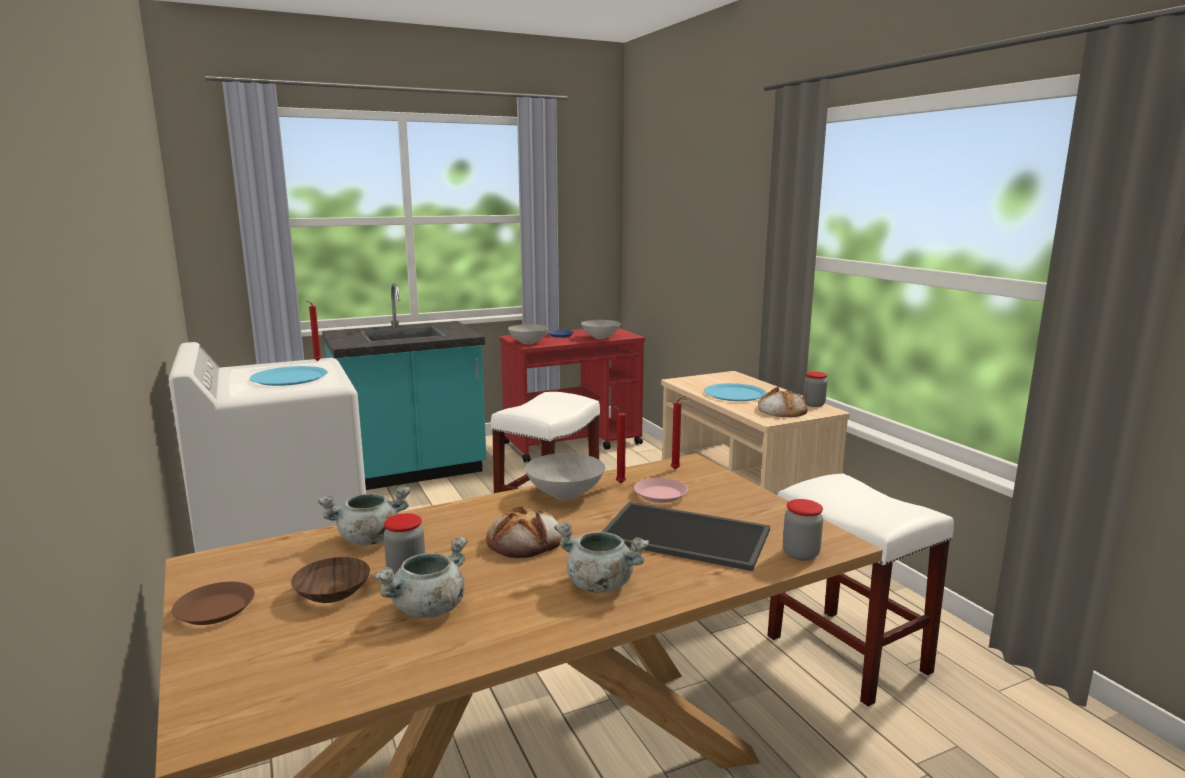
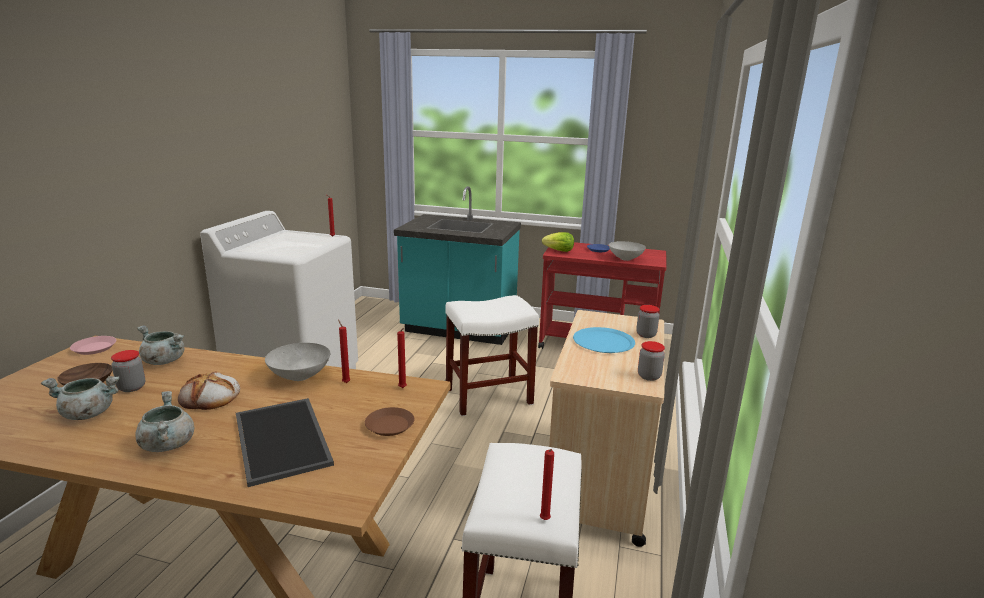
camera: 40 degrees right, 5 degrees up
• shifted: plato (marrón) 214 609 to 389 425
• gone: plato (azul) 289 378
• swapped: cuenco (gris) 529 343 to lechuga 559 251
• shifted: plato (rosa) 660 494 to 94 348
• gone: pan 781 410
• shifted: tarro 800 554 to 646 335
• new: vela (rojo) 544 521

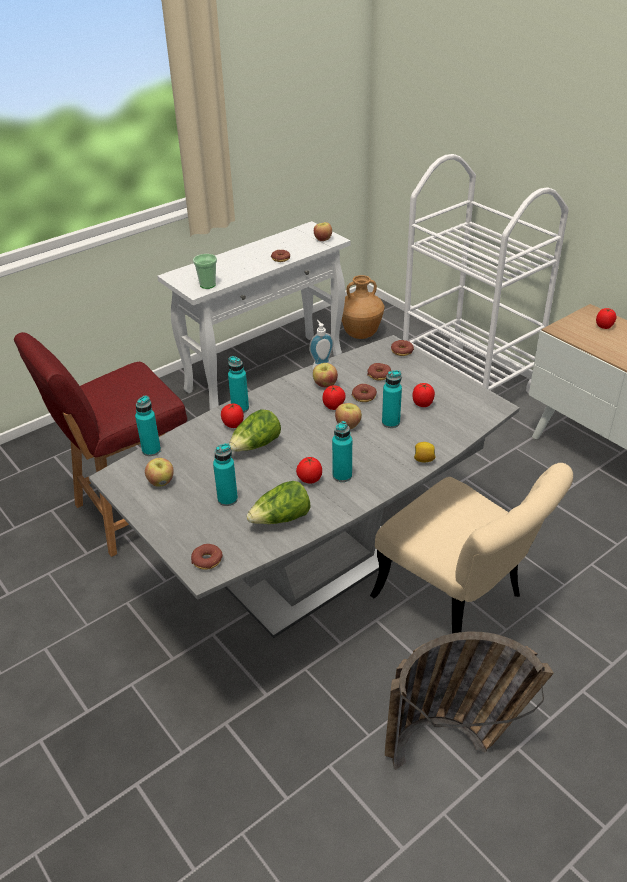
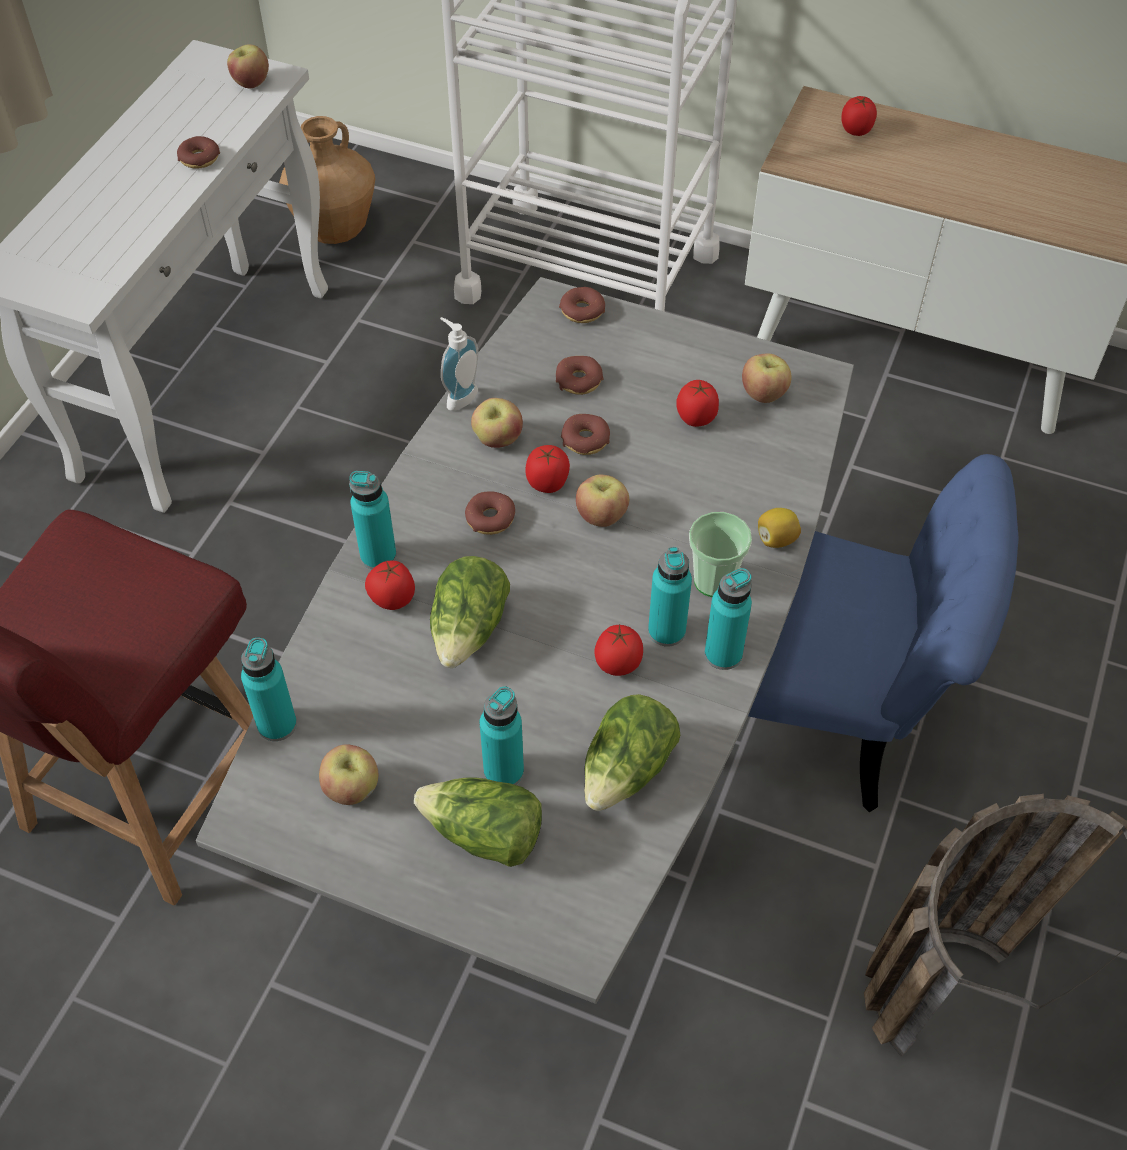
camera: 30 degrees left, 15 degrees up
• shifted: rosquilla 207 560 to 490 519
• shifted: taza 207 285 to 714 581
• repainted: silla (beis) 459 603 to silla (azul) 824 717
• shifted: botella (turquesa) 390 423 to 723 654
• new: lechuga 484 835
• new: manzana 764 393

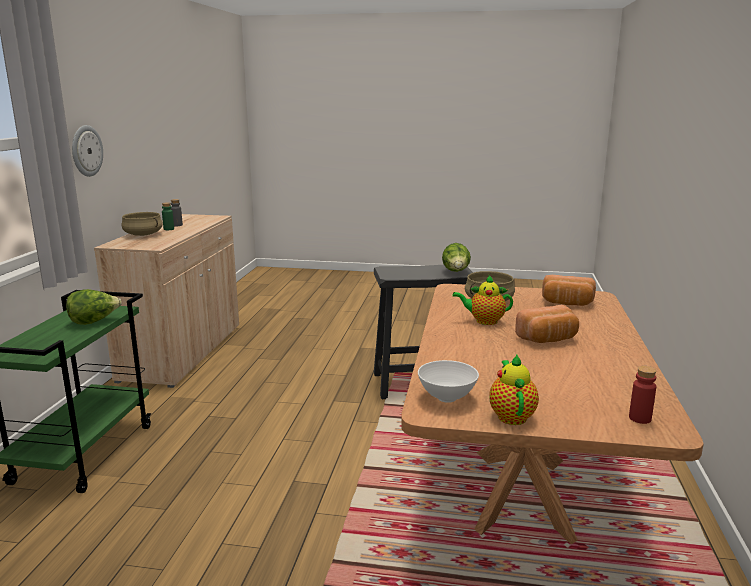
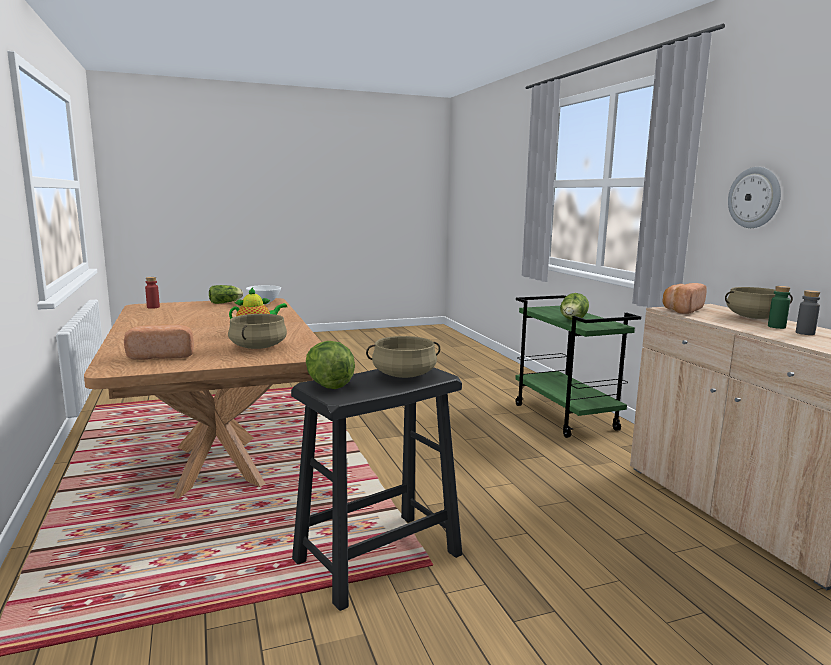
camera: 150 degrees right, 5 degrees down
• swapped: tetera 511 415 to lechuga 226 302
• shifted: pan 548 339 to 681 310
• new: olla (beis) 404 375

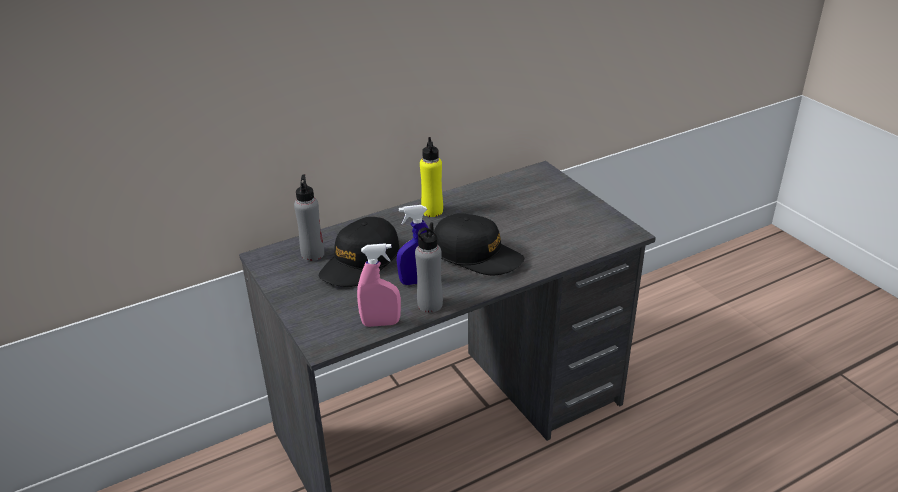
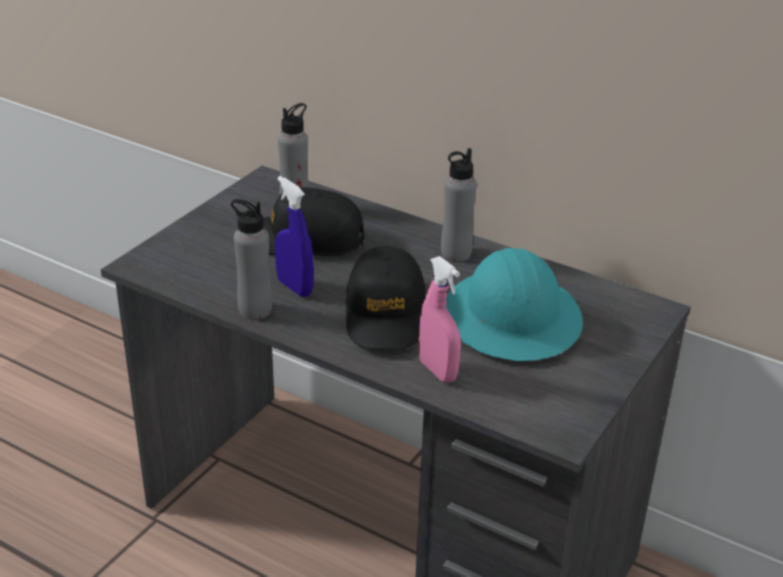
camera: 60 degrees right, 0 degrees up
• shifted: pulverizador (rosa) 381 323 to 438 371
• repainted: botella (amarillo) 432 211 to botella (gris) 455 253
• new: casco (turquesa) 512 318

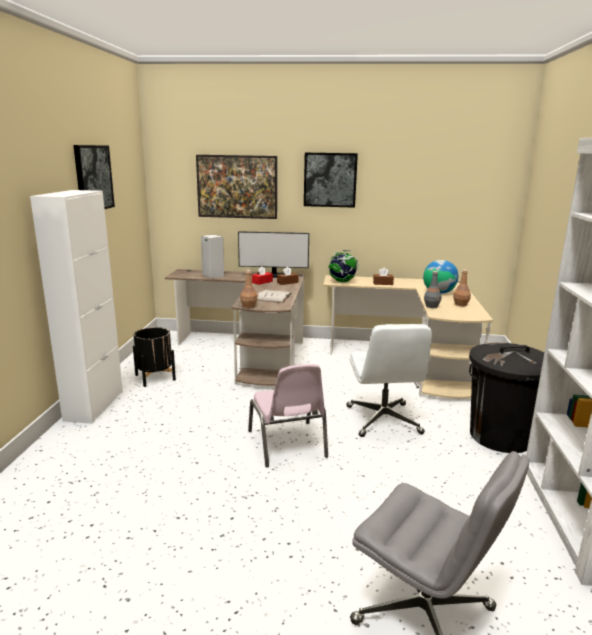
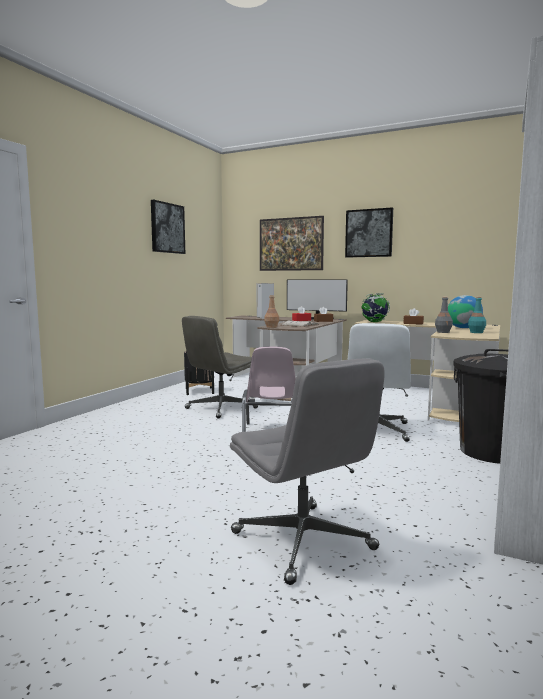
camera: 20 degrees right, 10 degrees down
• gone: armario (blanco) 94 405
• repainted: botella (marrón) 460 304 to botella (turquesa) 476 332
• new: silla de oficina (gris) 220 408

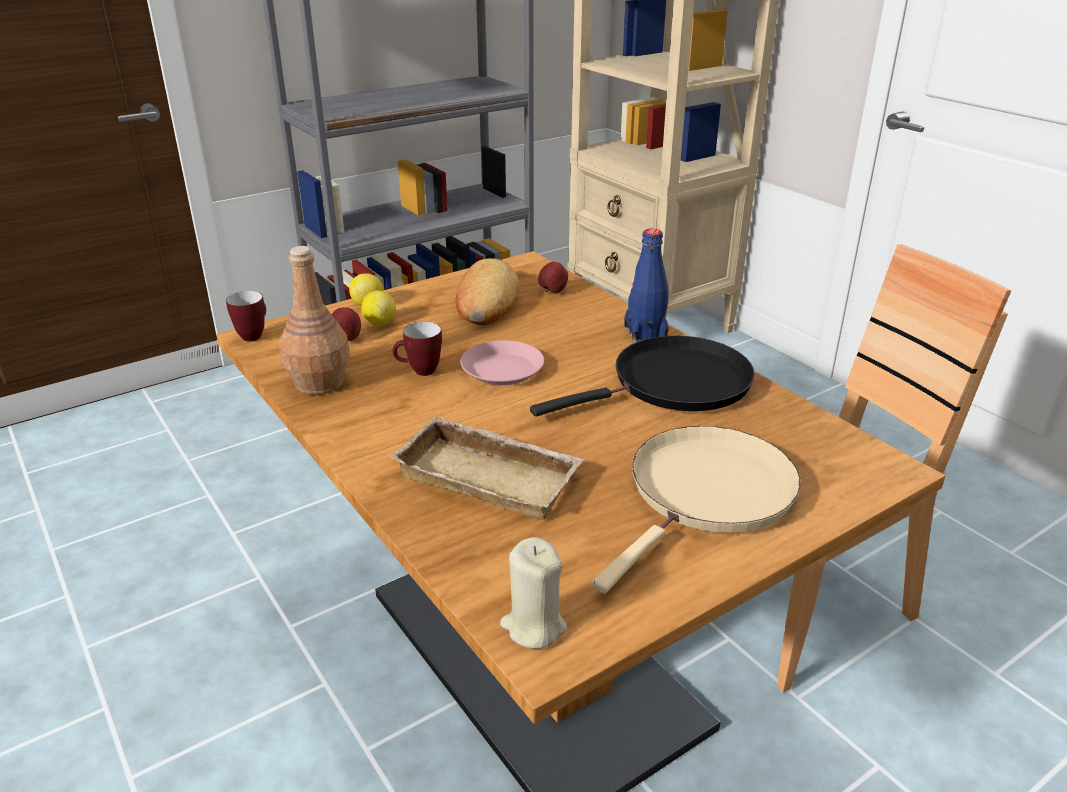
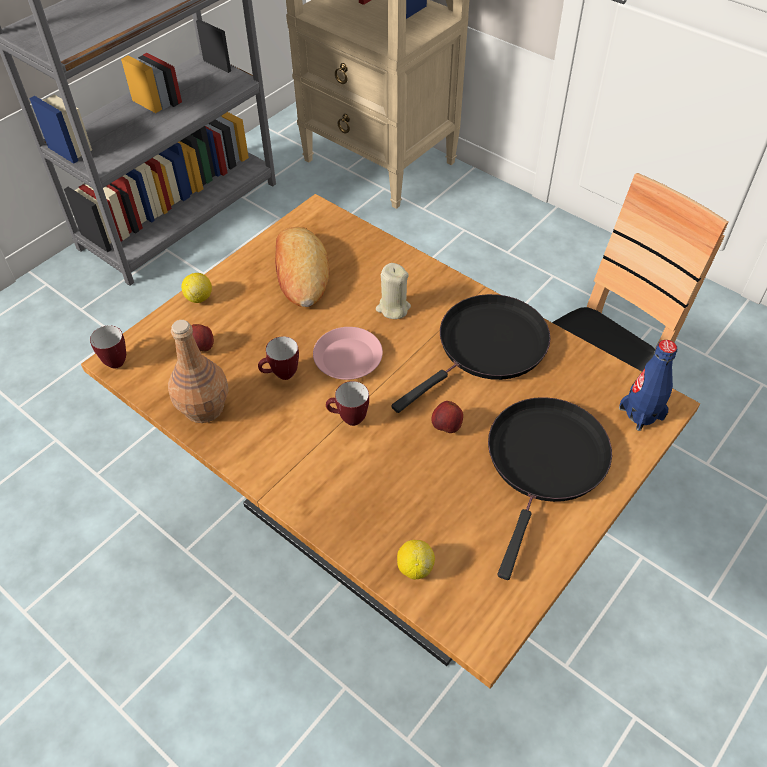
camera: 15 degrees left, 20 degrees up
• shifted: limón 379 322 to 415 567
• gone: bandeja (beis) 492 475
• shifted: vela (beis) 533 626 to 393 308
• shifted: manzana 553 291 to 446 427
• repainted: sartén (beis) 707 494 to sartén (negro) 545 462
• shifted: botella (azul) 645 333 to 641 413
• new: taza grande 348 419

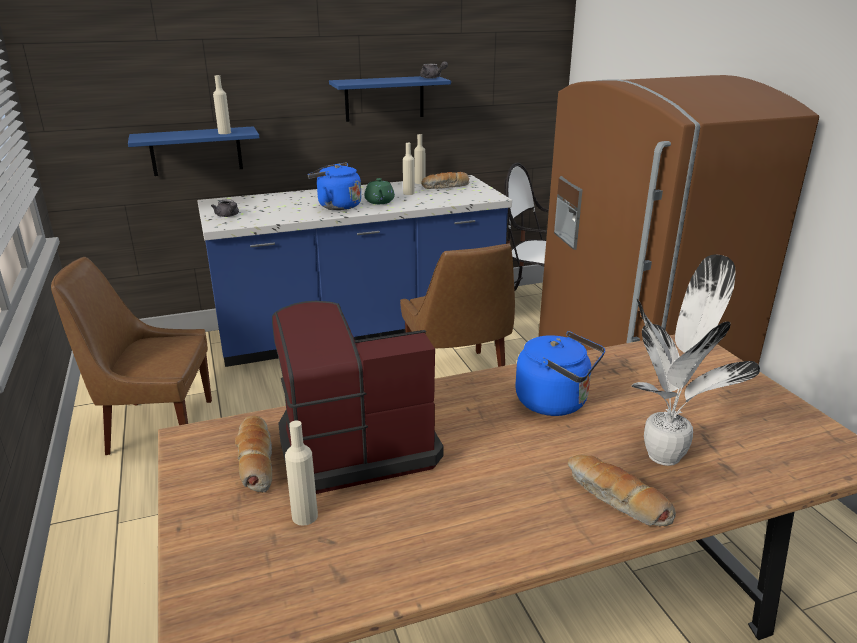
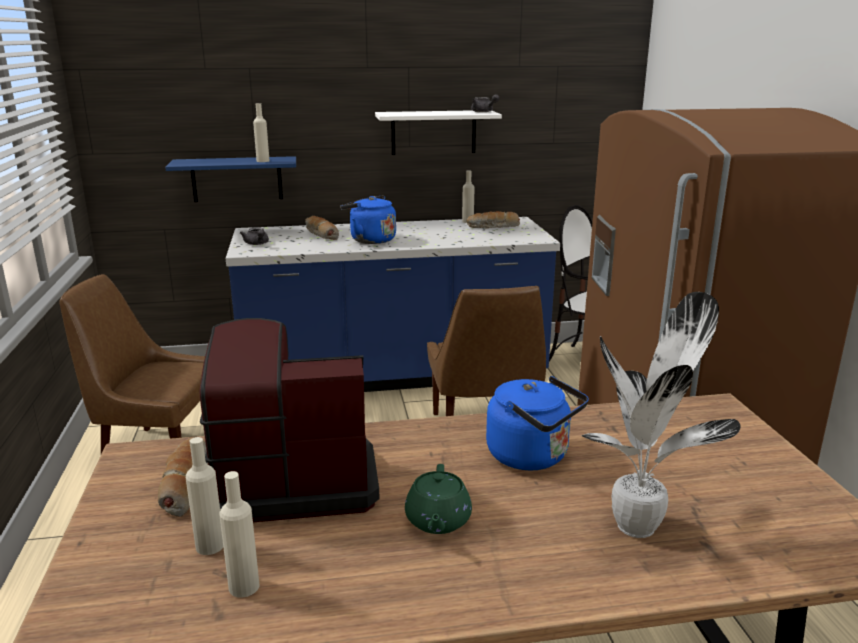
camera: 10 degrees right, 5 degrees down
• repainted: estante (azul) 384 98 to estante (blanco) 433 132
• shifted: tetera (verde) 379 202 to 438 521
• shifted: botella (beis) 408 193 to 244 586
• shifted: pan 616 499 to 320 234

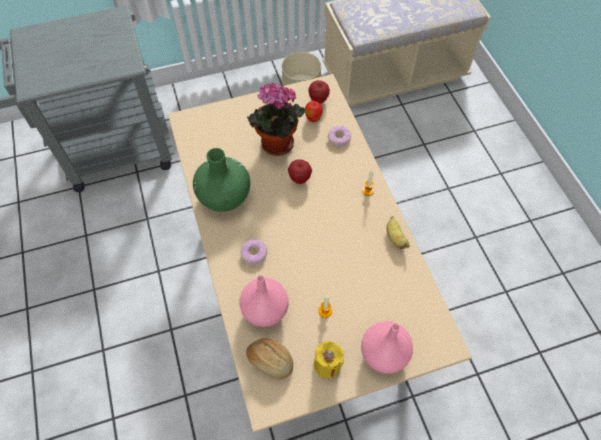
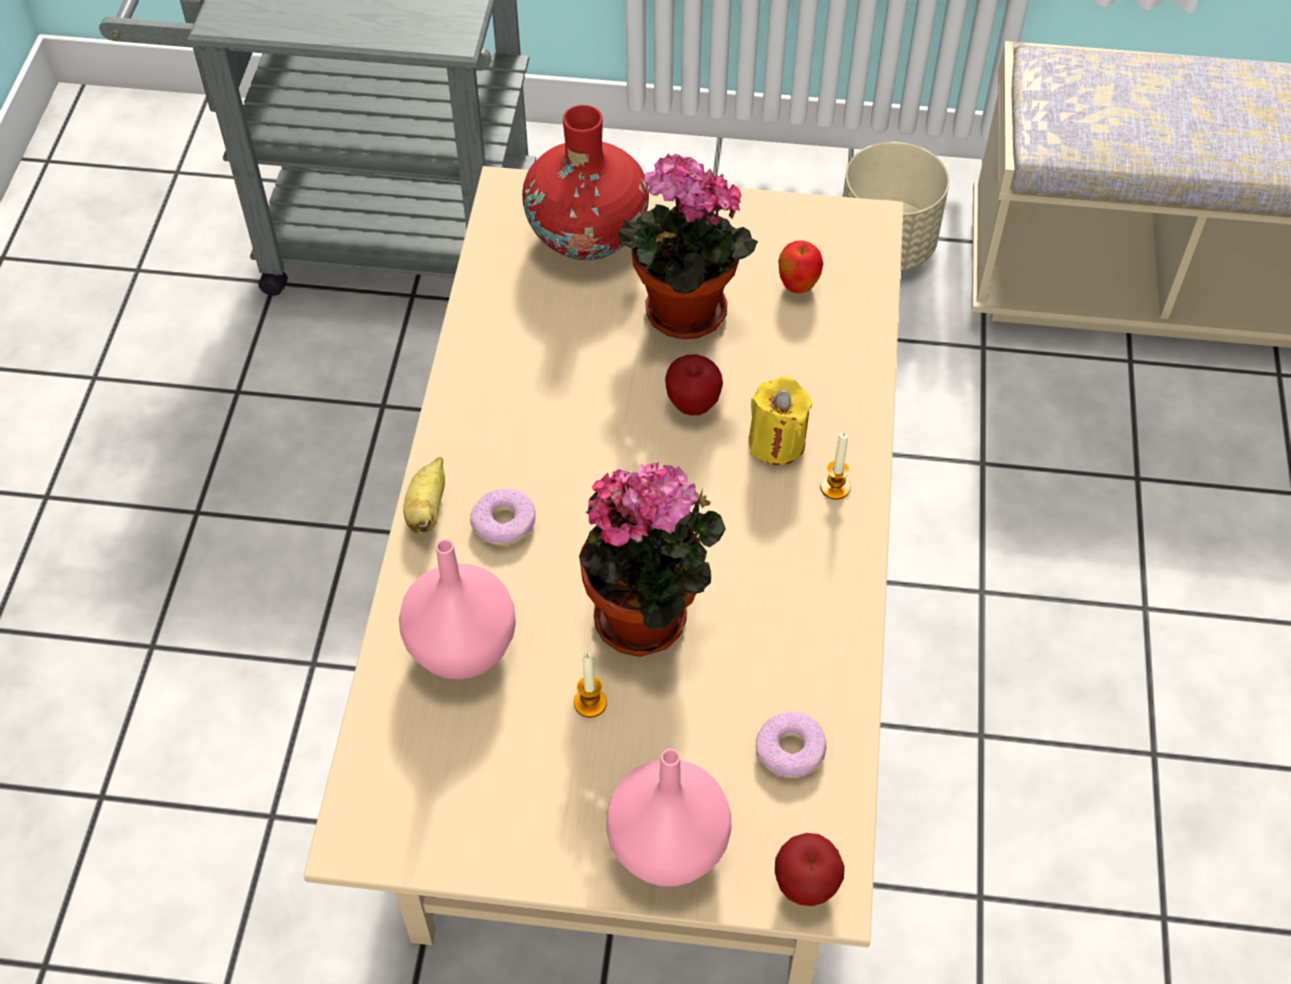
camera: 25 degrees right, 5 degrees down
• gone: florero (verde) 224 197
• gone: pan 270 360
• shifted: manzana 318 100 to 805 886
• shifted: vela (amarillo) 327 364 to 776 443
• shifted: rosquilla 339 138 to 790 751
• shifted: plátano 395 238 to 427 509
• new: florero (rojo) 587 235
• new: planta en maceta 649 618

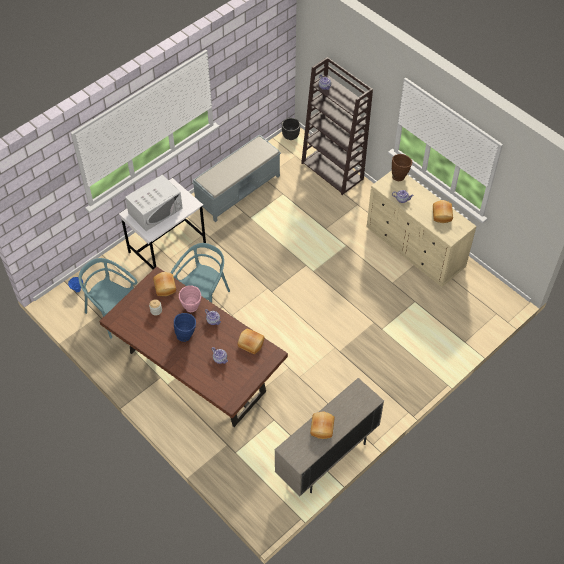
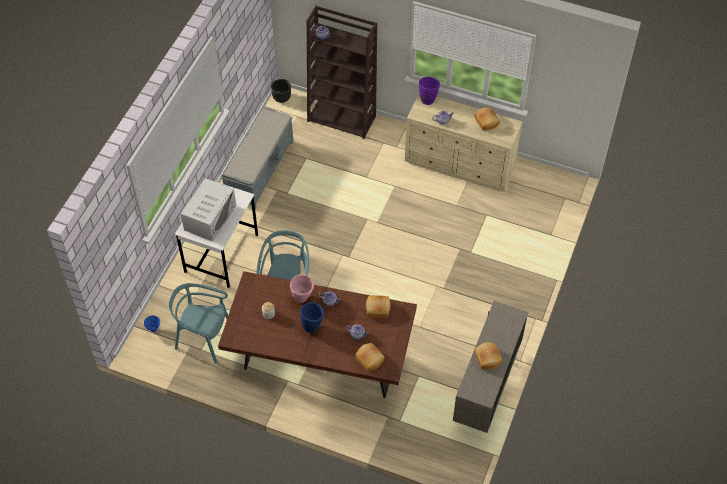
camera: 25 degrees left, 0 degrees up
• shifted: pan 165 287 to 370 359
• repainted: florero (marrón) 399 176 to florero (morado) 428 99

